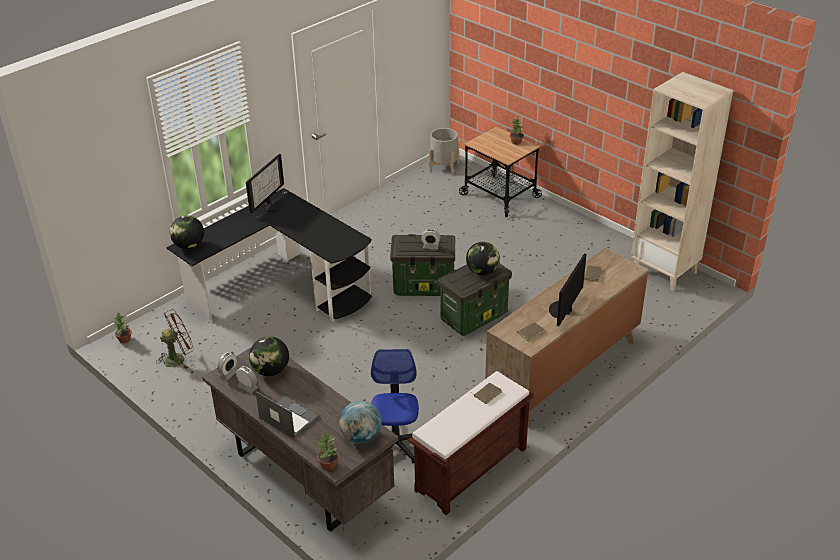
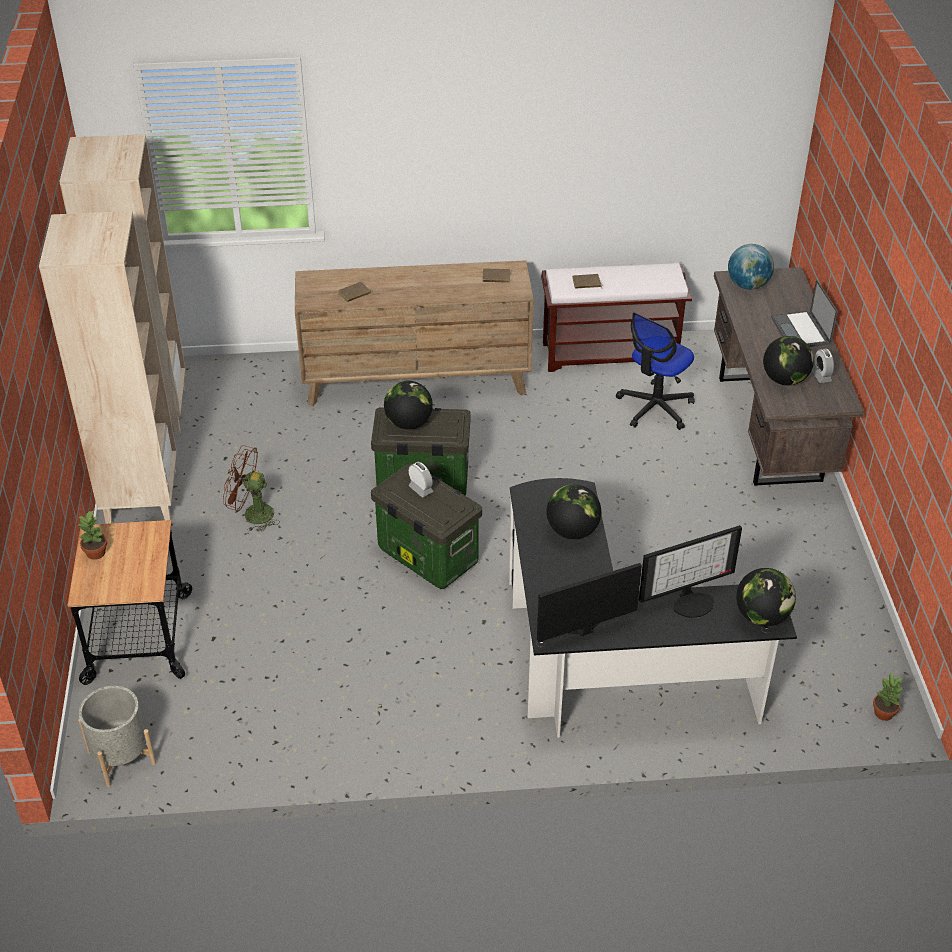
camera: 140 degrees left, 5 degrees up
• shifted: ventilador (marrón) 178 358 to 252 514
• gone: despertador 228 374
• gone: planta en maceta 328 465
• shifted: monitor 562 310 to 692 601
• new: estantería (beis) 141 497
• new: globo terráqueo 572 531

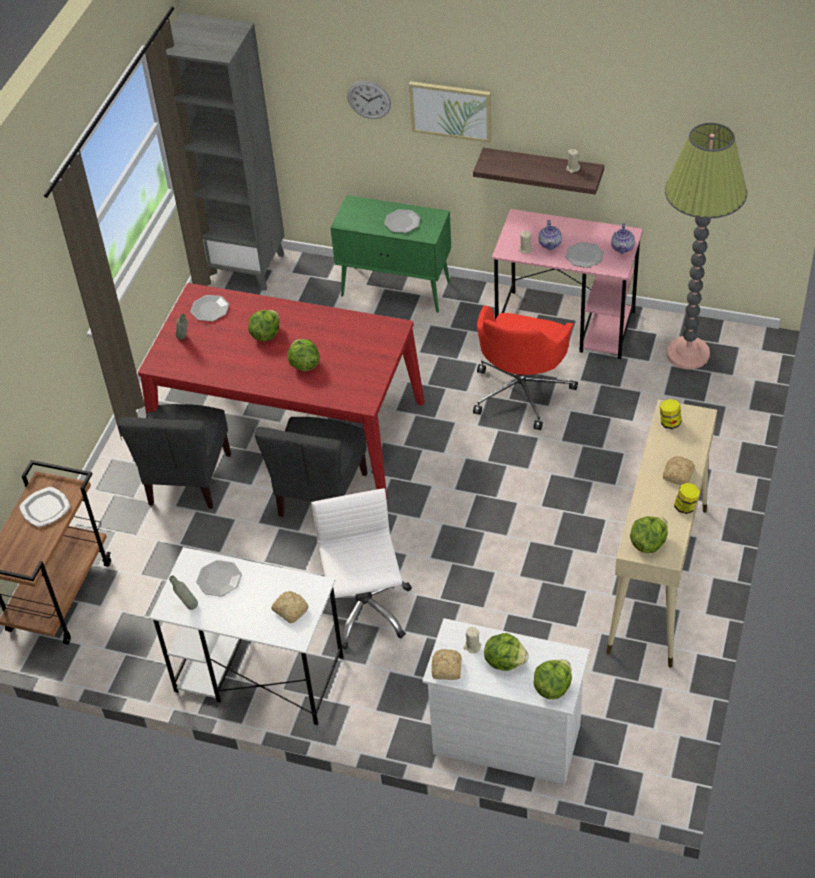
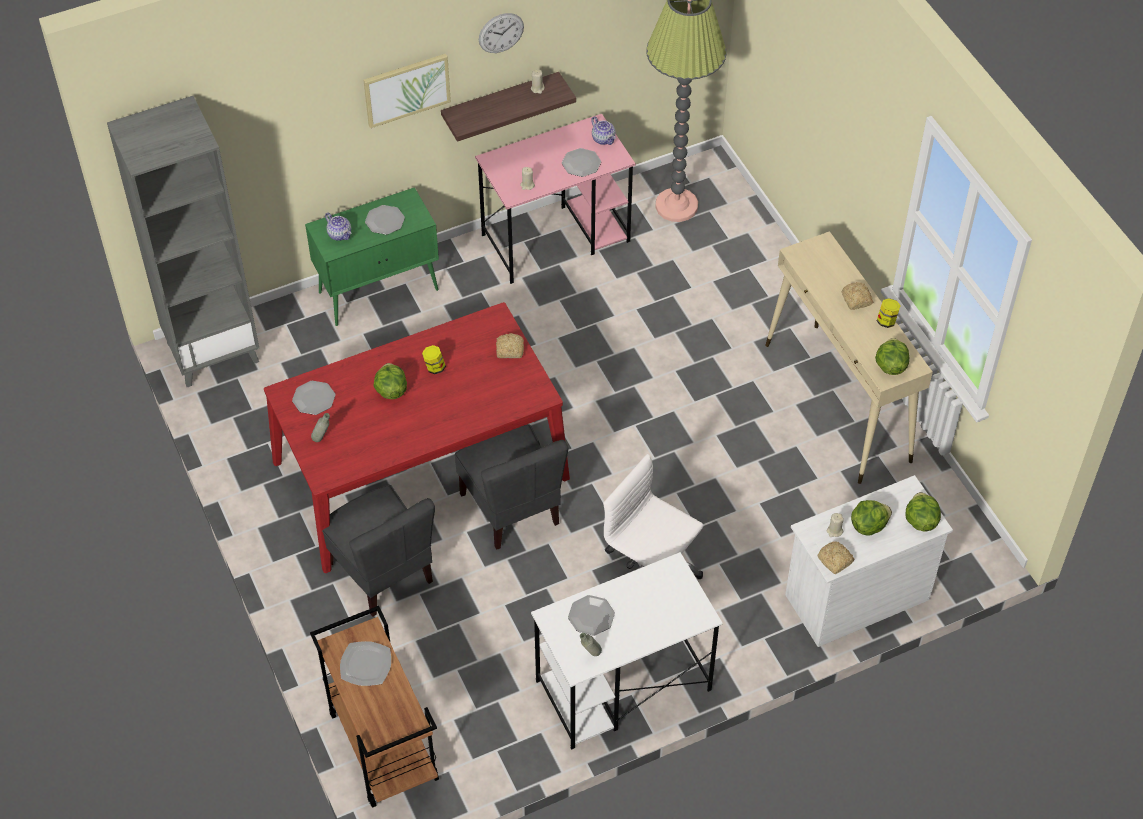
camera: 45 degrees left, 5 degrees up
• shifted: pan 290 609 to 509 350
• gone: lechuga 304 365
• shifted: reloj de pared 369 100 to 501 33
• gone: silla de oficina (rojo) 522 391
• shifted: tetera 550 244 to 340 234
• shifted: tarro 669 423 to 434 367

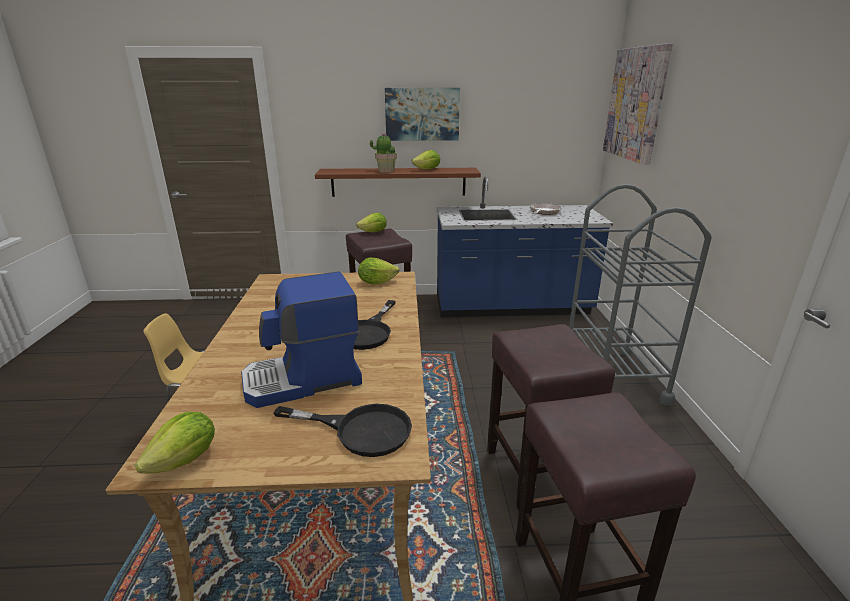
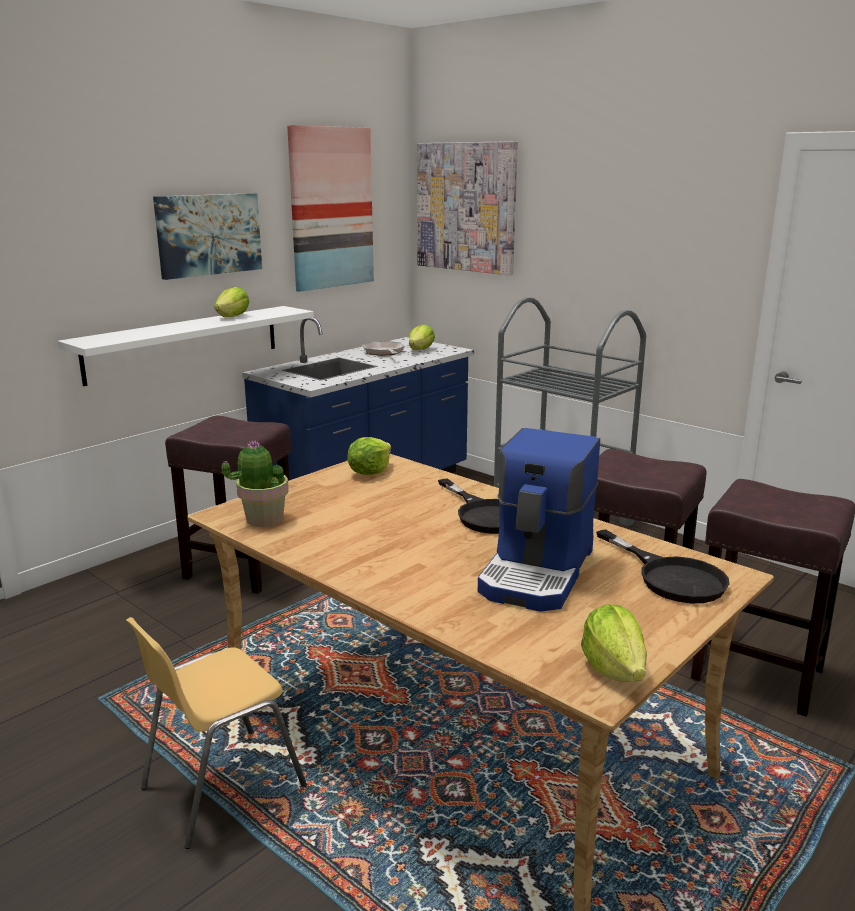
camera: 45 degrees left, 5 degrees down
• rotated: sartén (negro) 360 430 = 671 576 90 degrees clockwise
• repainted: estante (marrón) 398 182 to estante (blanco) 185 343
• shifted: lechuga 373 232 to 421 350
• shifted: planta en maceta 386 171 to 263 519
• new: cuadro 331 208

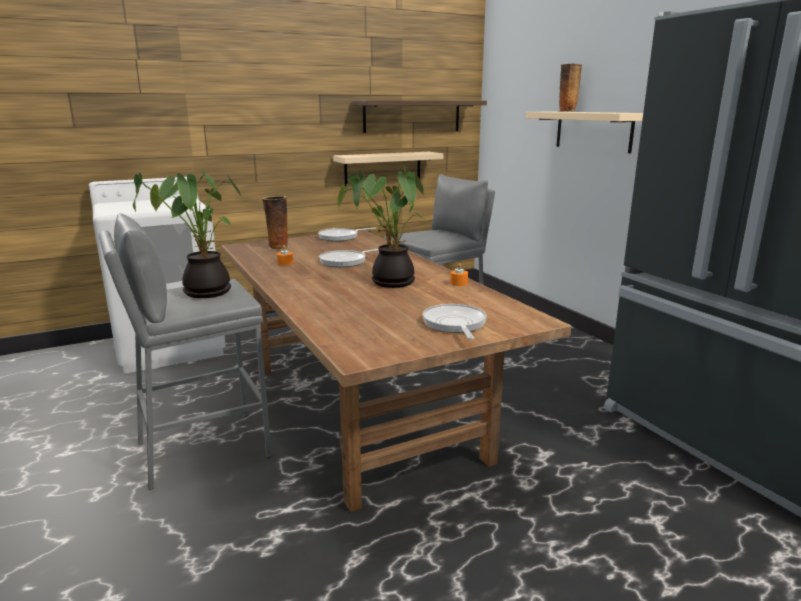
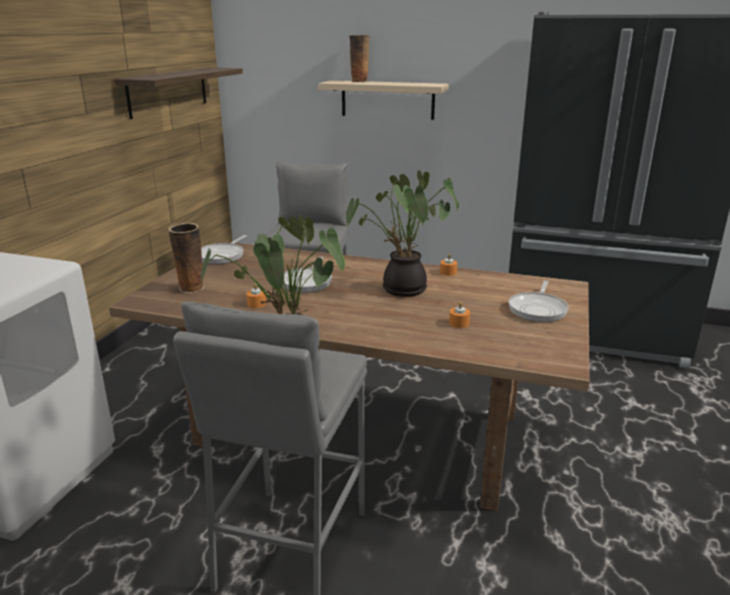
camera: 45 degrees left, 5 degrees up
• gone: estante (beis) 383 168
• rotated: sartén 454 324 = 538 309 105 degrees counterclockwise
• new: vela (naranja) 459 323

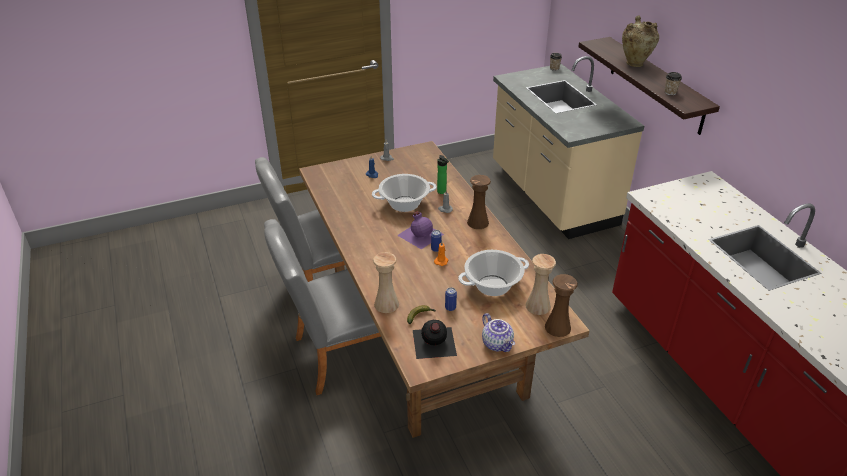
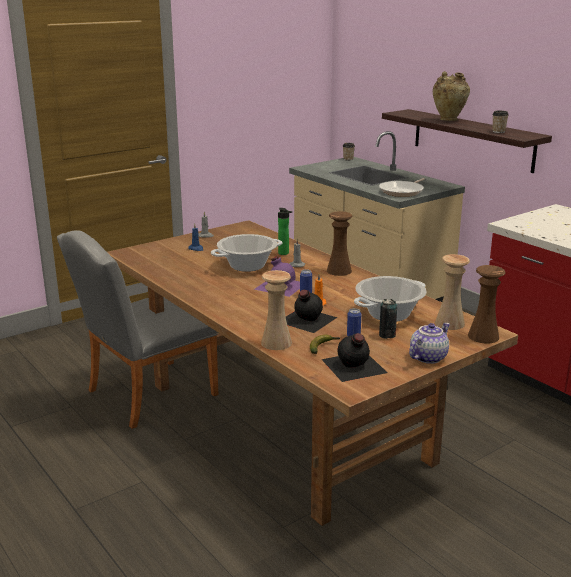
camera: 15 degrees left, 15 degrees down
• gone: silla (gris) 340 355
• rotated: tetera 498 344 = 427 357 90 degrees counterclockwise
• new: botella (negro) 306 319
• new: sartén 403 191
• new: lata 387 335

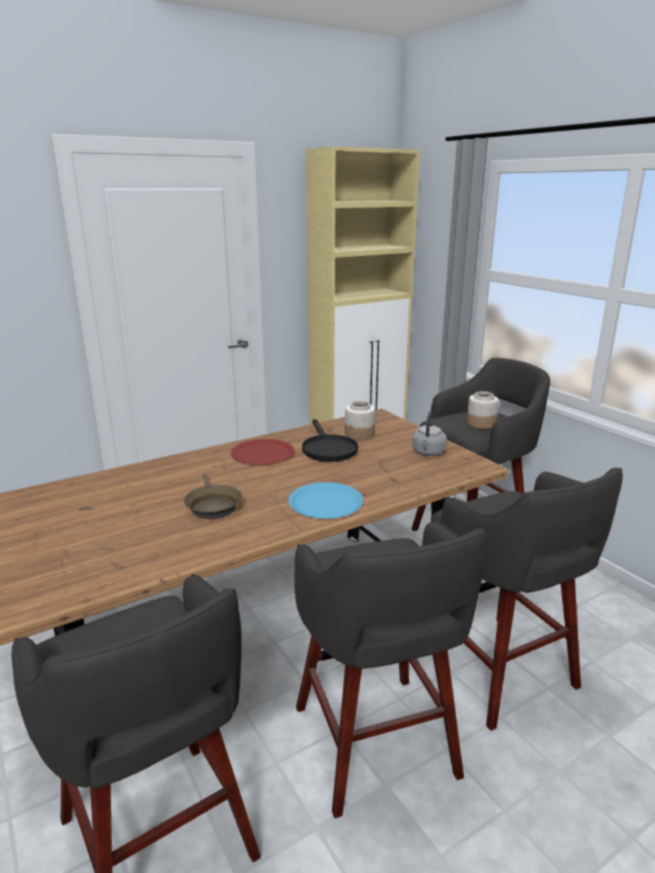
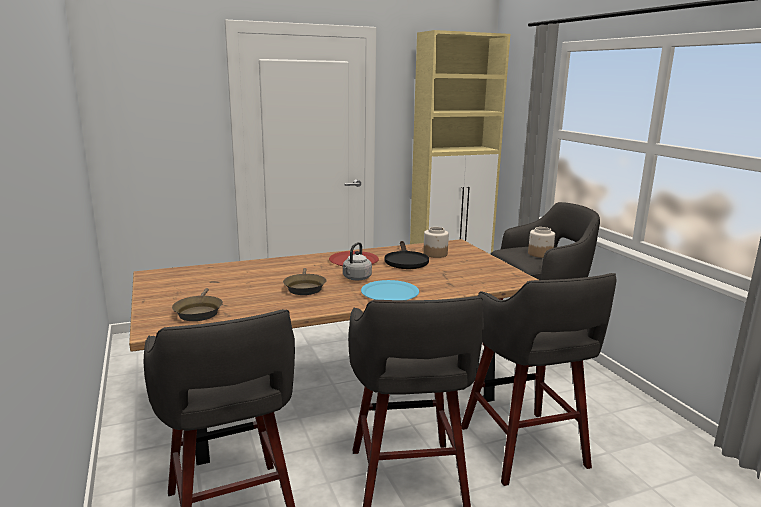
camera: 10 degrees right, 5 degrees down
• shifted: hervidor (gris) 428 453 to 356 278
• new: sartén (marrón) 198 312

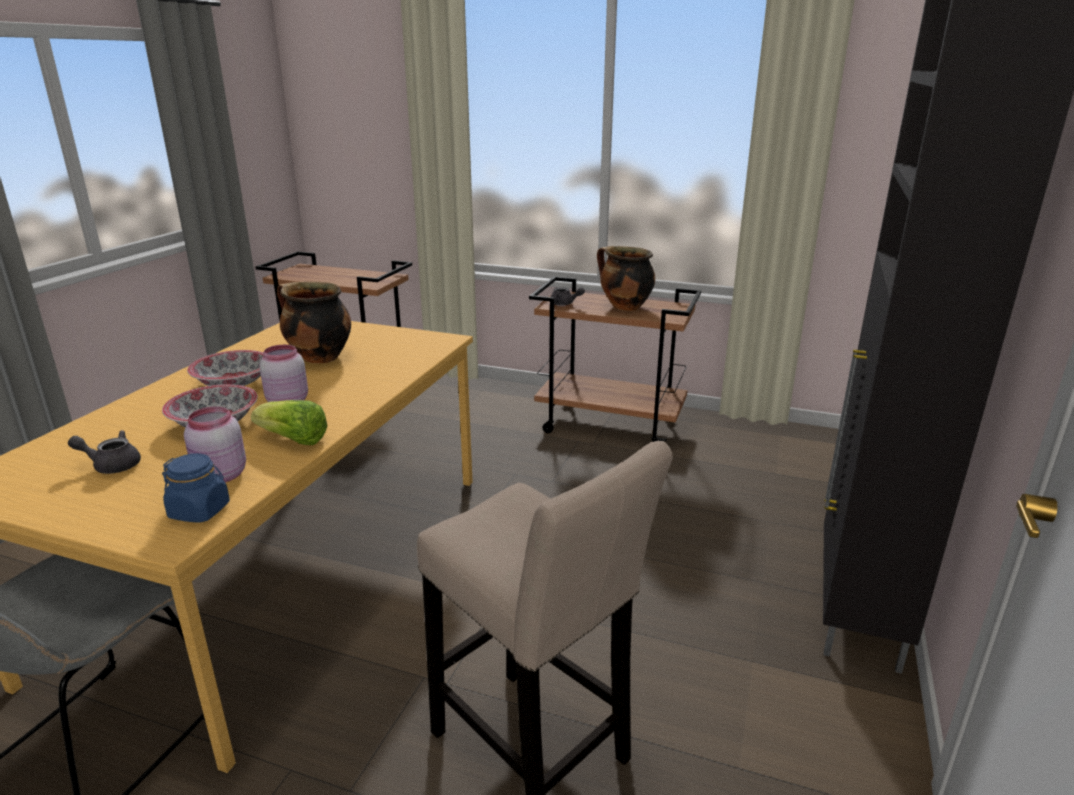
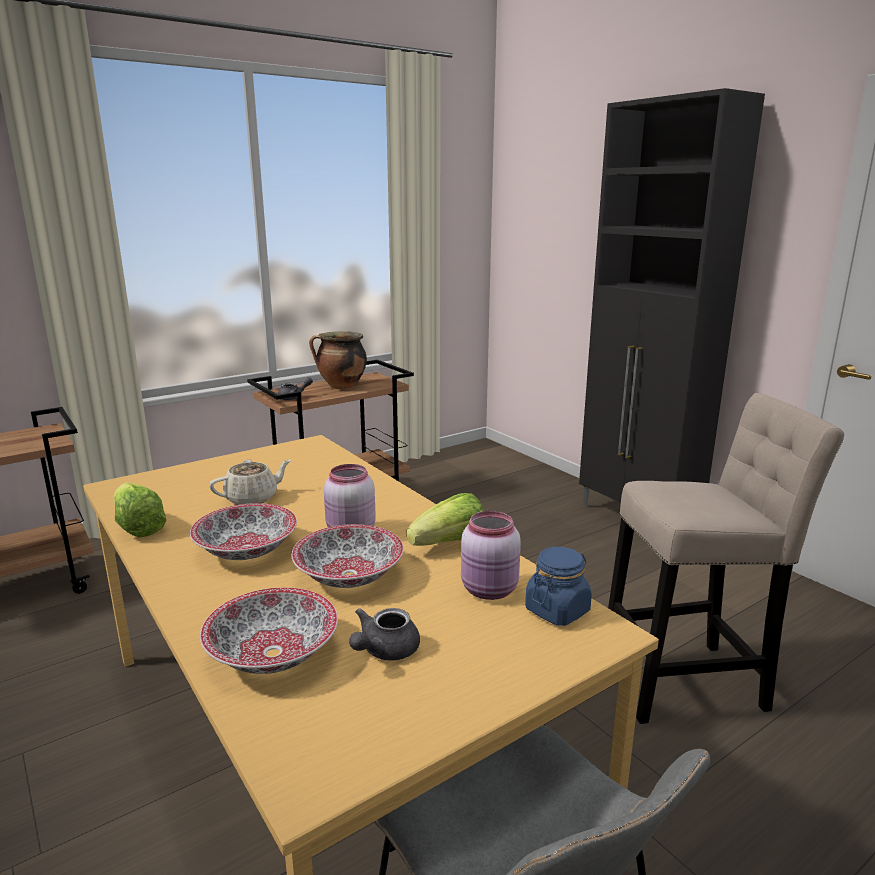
camera: 55 degrees left, 5 degrees down
• swapped: olla 318 358 to tetera (beis) 252 498
• new: lechuga 138 527
• new: cuenco 272 653

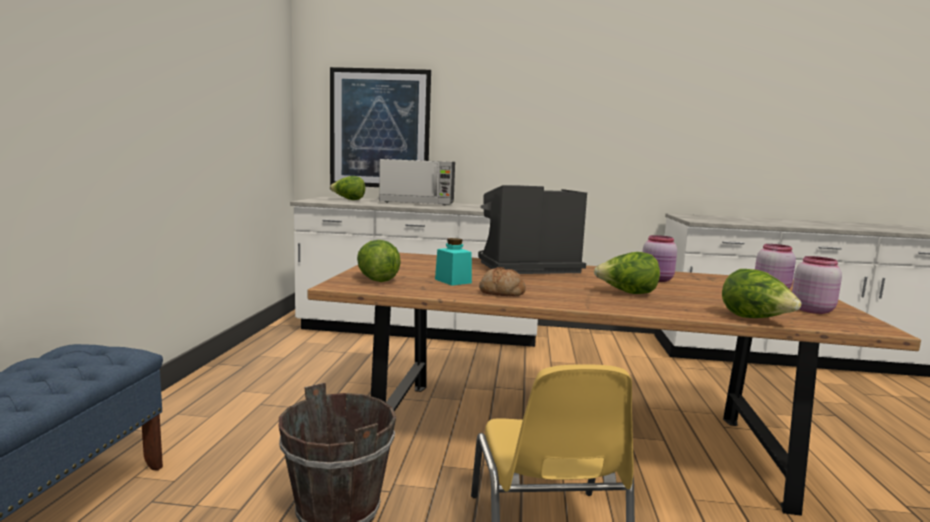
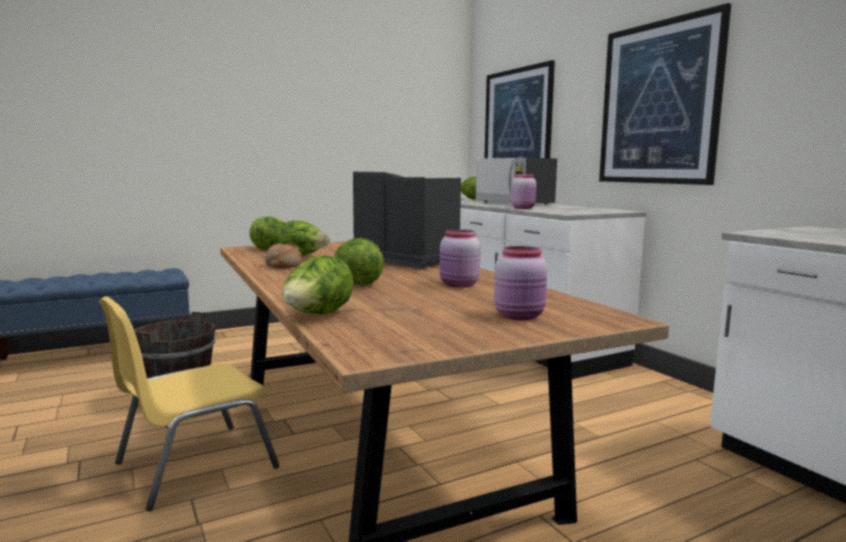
camera: 55 degrees right, 0 degrees up
• swapped: tarro (turquesa) 453 281 to lechuga 303 256
• shifted: tarro (rosa) 811 310 to 523 208
• new: cuadro 658 103

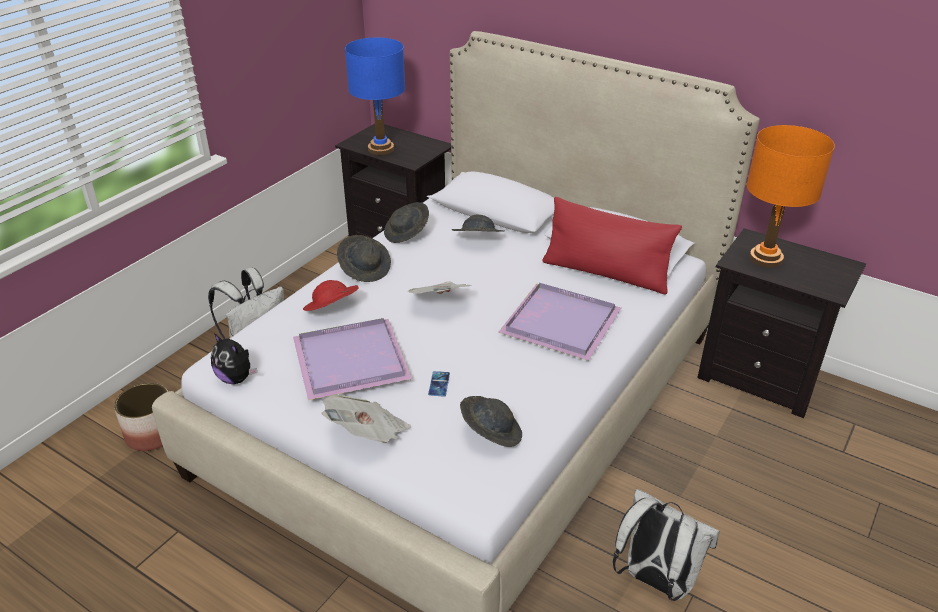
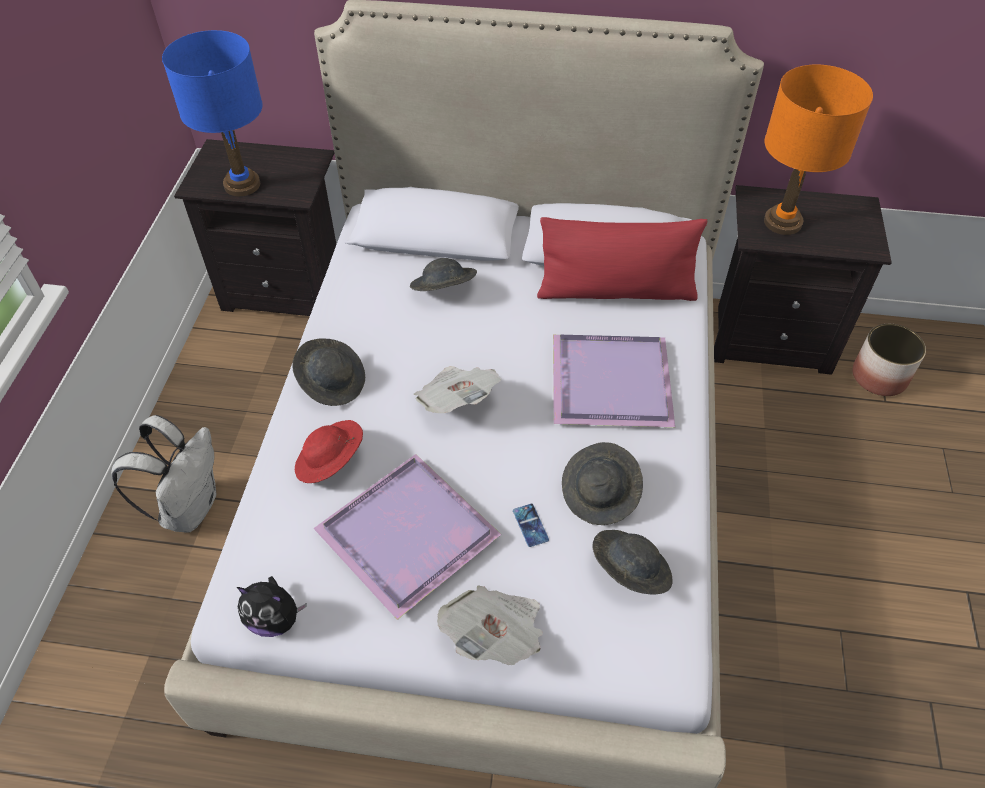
camera: 25 degrees left, 15 degrees up
• shifted: maceta 151 434 to 879 377
• shifted: sombrero (gris) 407 233 to 600 495
• gone: mochila (blanco) 655 580

